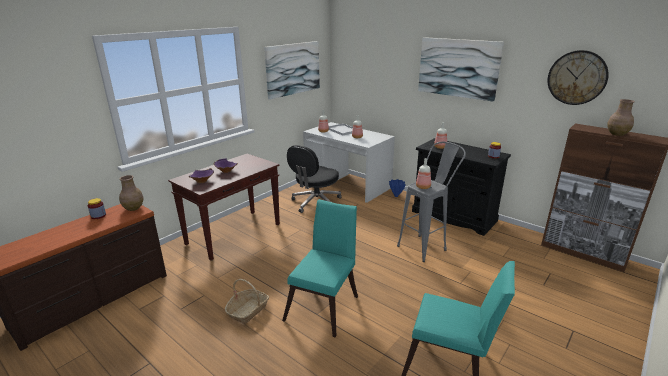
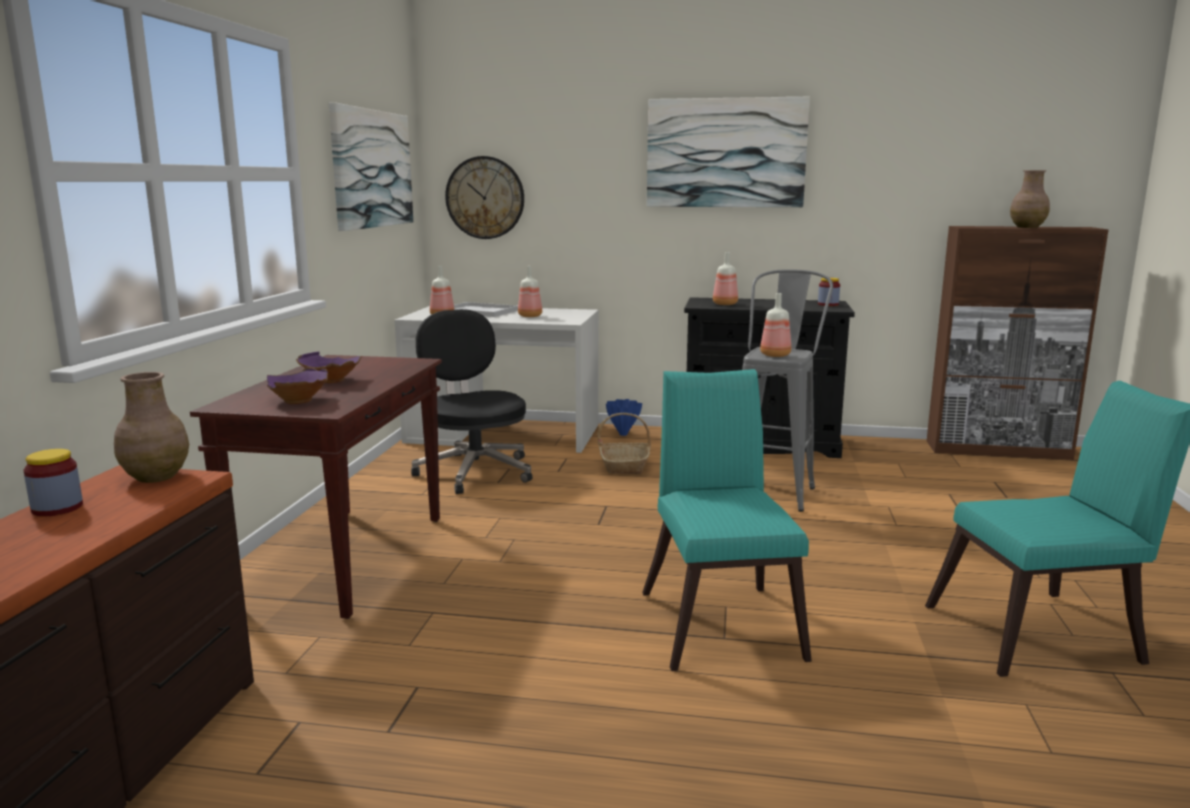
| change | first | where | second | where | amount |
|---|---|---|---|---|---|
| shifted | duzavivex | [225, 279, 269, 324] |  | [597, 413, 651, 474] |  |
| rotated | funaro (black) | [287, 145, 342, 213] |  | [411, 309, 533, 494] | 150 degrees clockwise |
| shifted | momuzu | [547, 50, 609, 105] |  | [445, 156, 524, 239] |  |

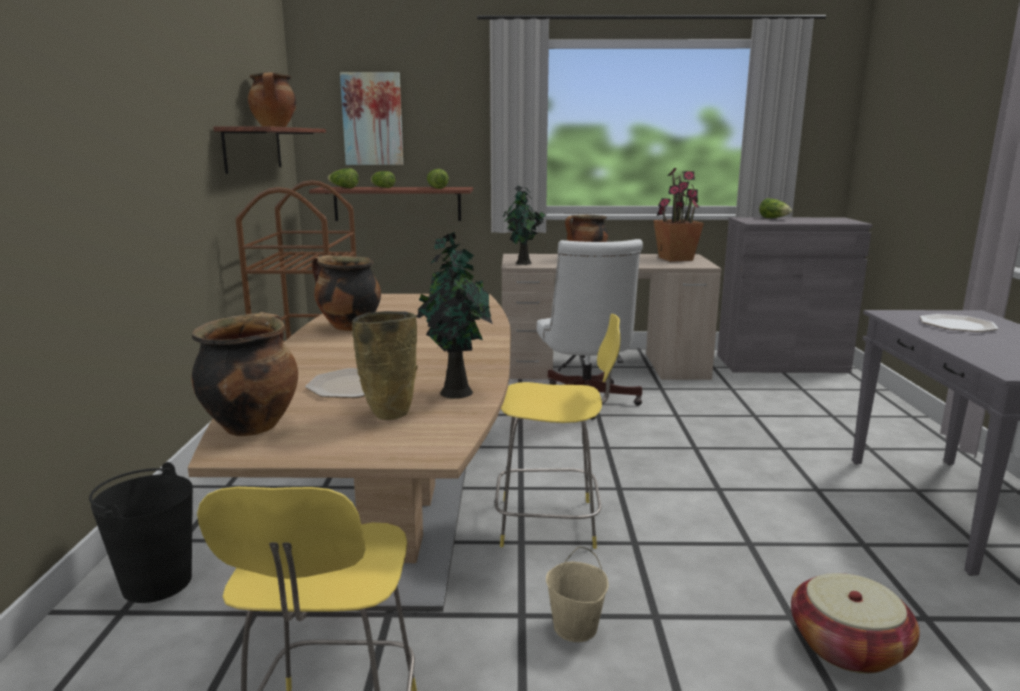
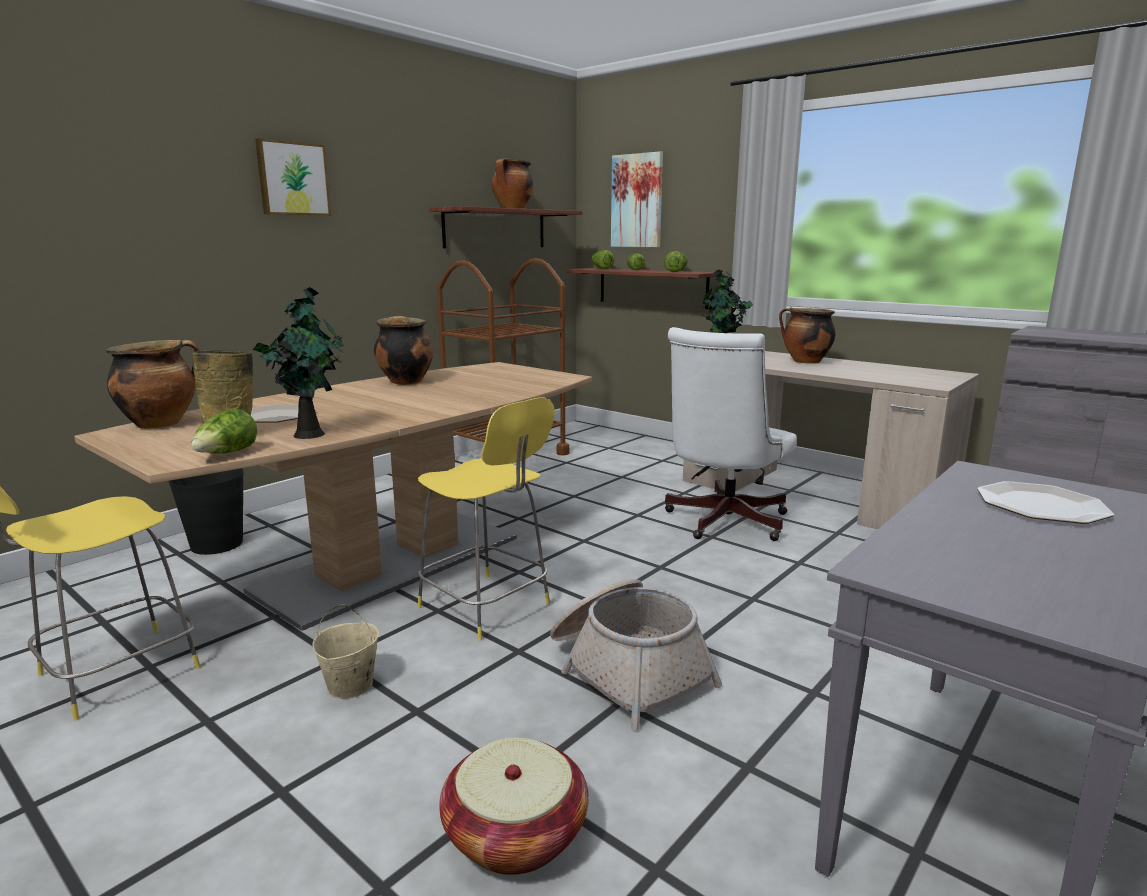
| change | first | where | second | where | amount |
|---|---|---|---|---|---|
| gone | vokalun | [654, 168, 704, 262] |  |  |  |
| shifted | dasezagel | [759, 198, 792, 218] |  | [191, 409, 257, 454] |  |
| new |  |  | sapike | [255, 138, 331, 216] |  |
| new |  |  | duzavivex | [550, 579, 722, 730] |  |

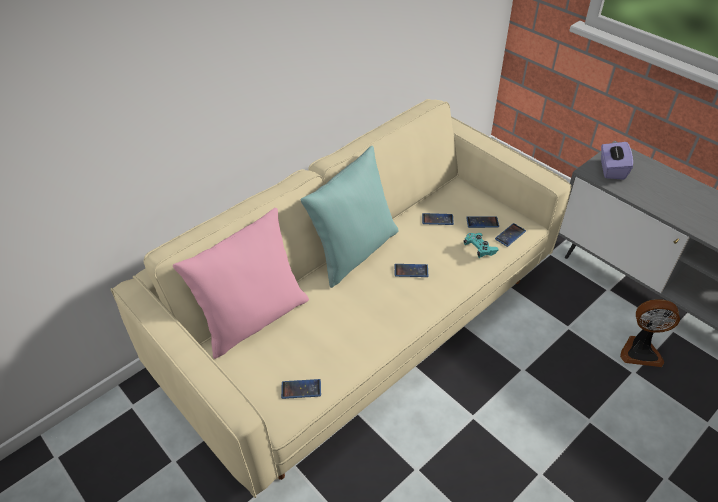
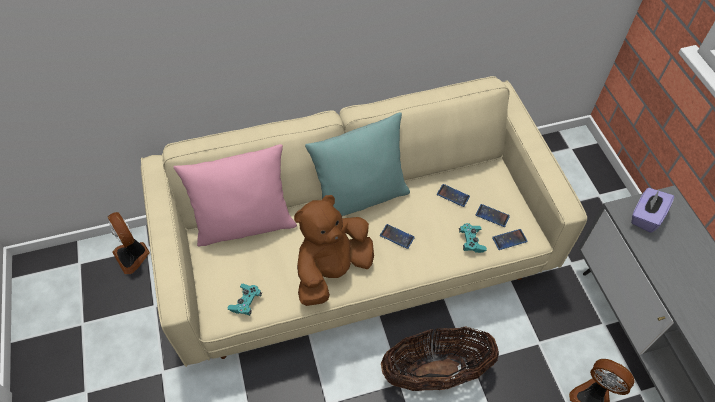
| change | first | where | second | where | amount |
|---|---|---|---|---|---|
| swapped | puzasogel | [281, 379, 321, 399] | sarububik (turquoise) | [228, 284, 262, 316] |  |
| new |  |  | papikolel | [107, 212, 150, 274] |  |
| new |  |  | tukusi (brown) | [294, 195, 374, 306] |  |
| new |  |  | duzavivex | [381, 326, 499, 391] |  |

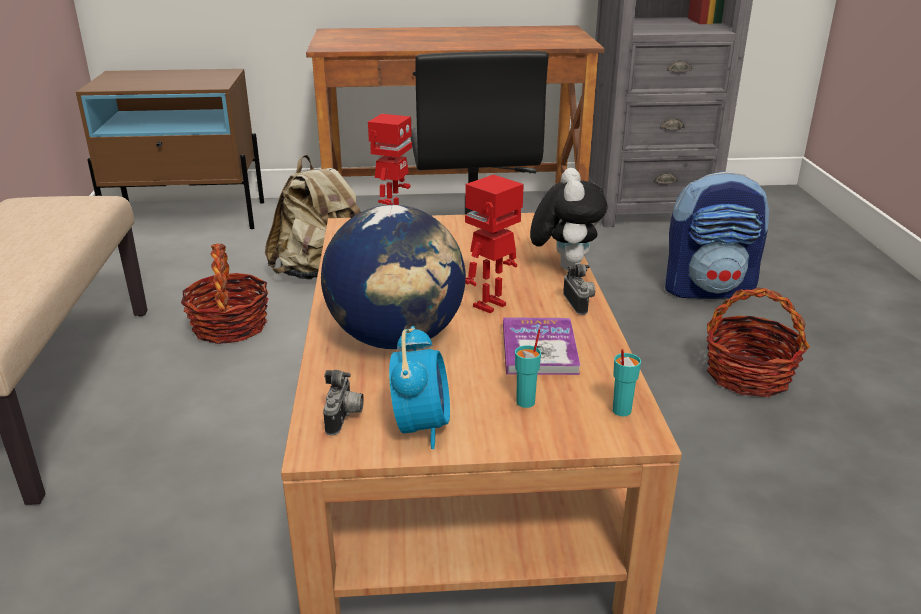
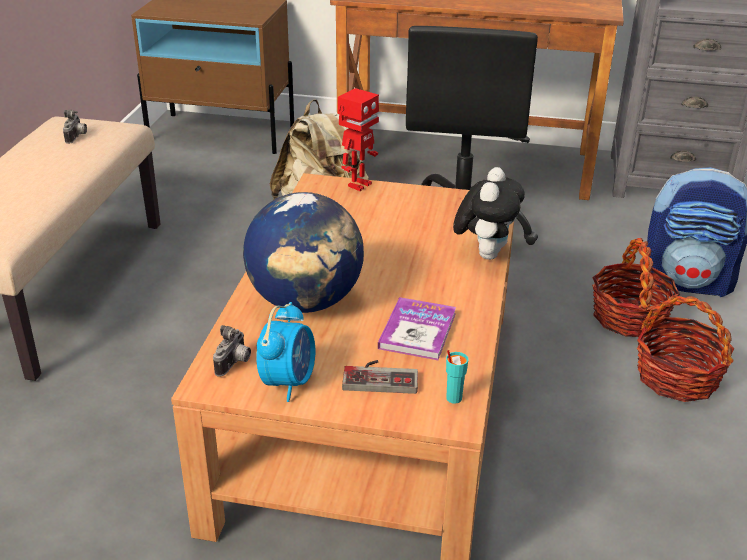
| change | first | where | second | where | amount |
|---|---|---|---|---|---|
| shifted | duzavivex | [181, 243, 269, 344] |  | [592, 238, 680, 337] |  |
| gone | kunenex | [465, 175, 524, 313] |  |  |  |
| swapped | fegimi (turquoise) | [515, 329, 541, 408] | sarububik | [342, 360, 418, 394] |  |
| shifted | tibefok | [563, 264, 595, 315] |  | [63, 110, 87, 144] |  |

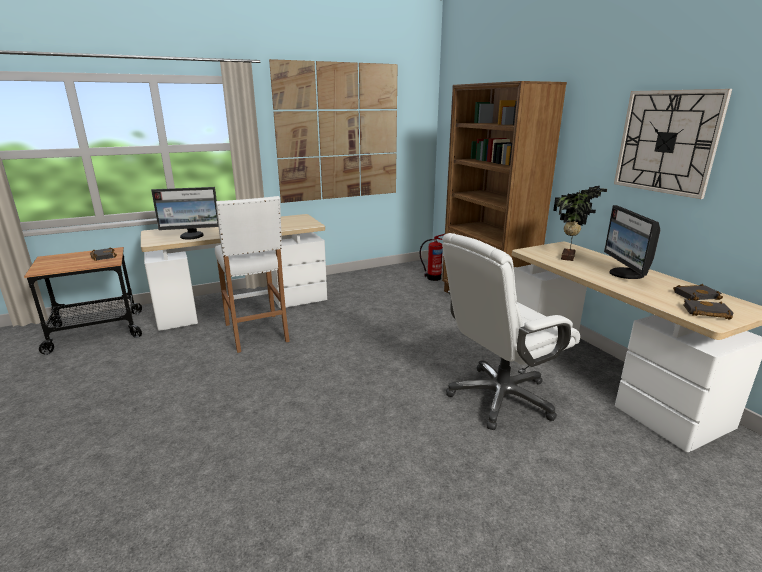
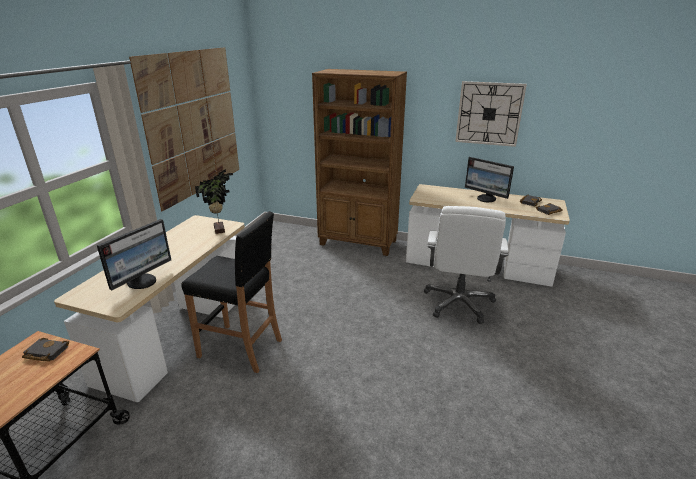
| change | first | where | second | where | amount |
|---|---|---|---|---|---|
| repainted | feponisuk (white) | [215, 196, 290, 353] | feponisuk (black) | [182, 211, 282, 373] |  |
| gone | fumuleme | [420, 234, 445, 281] |  |  |  |
| shifted | vokalun | [553, 186, 607, 261] |  | [195, 169, 233, 234] |  |

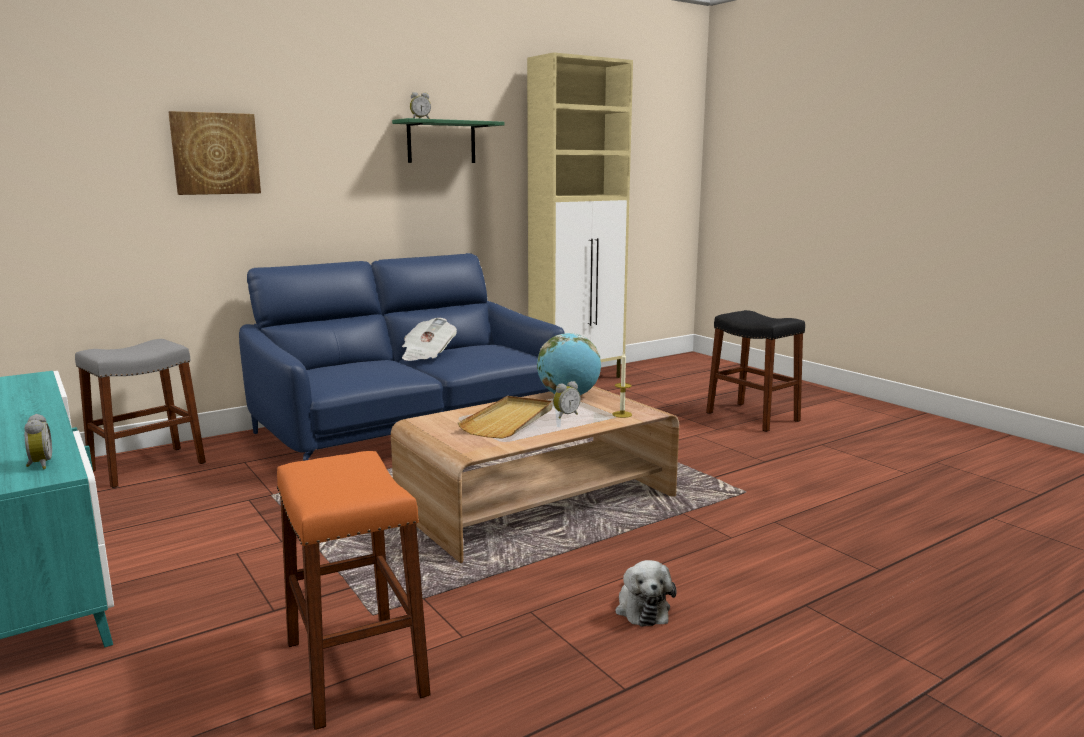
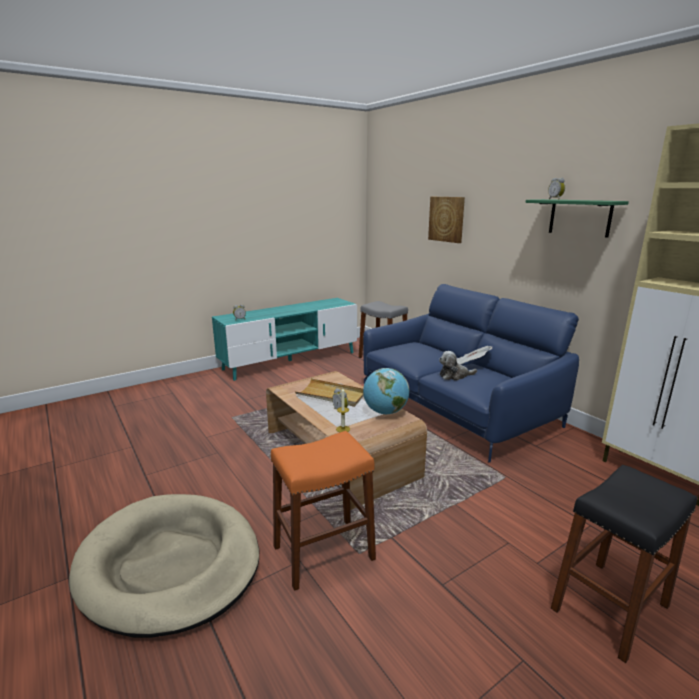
| change | first | where | second | where | amount |
|---|---|---|---|---|---|
| shifted | feponisuk (orange) | [277, 451, 431, 730] |  | [271, 431, 376, 591] |  |
| shifted | tukusi | [615, 560, 676, 627] |  | [439, 351, 477, 380] |  |
| new |  |  | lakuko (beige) | [69, 494, 259, 638] |  |

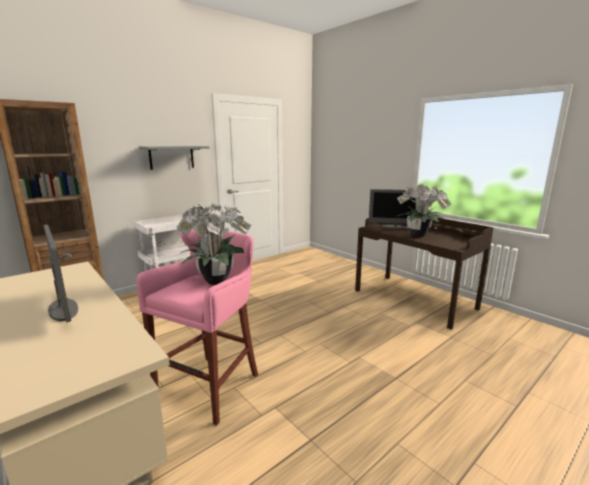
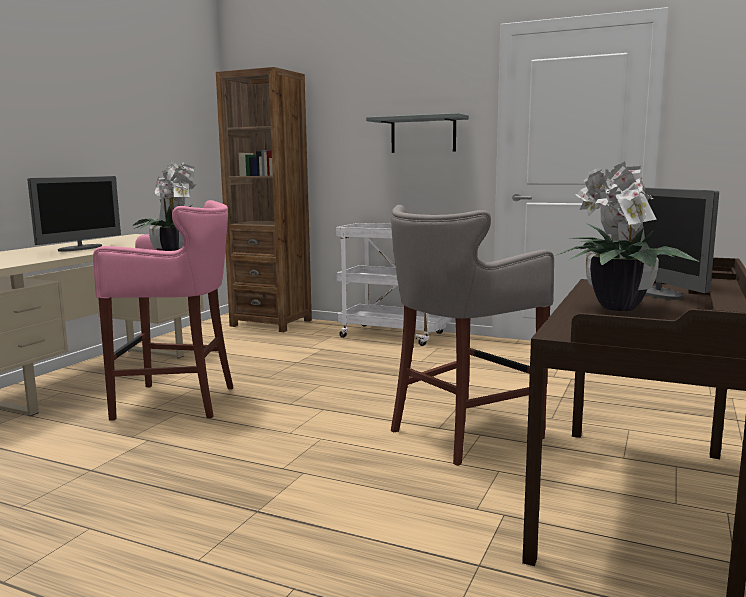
| change | first | where | second | where | amount |
|---|---|---|---|---|---|
| new |  |  | feponisuk (grey) | [391, 205, 554, 466] |  |

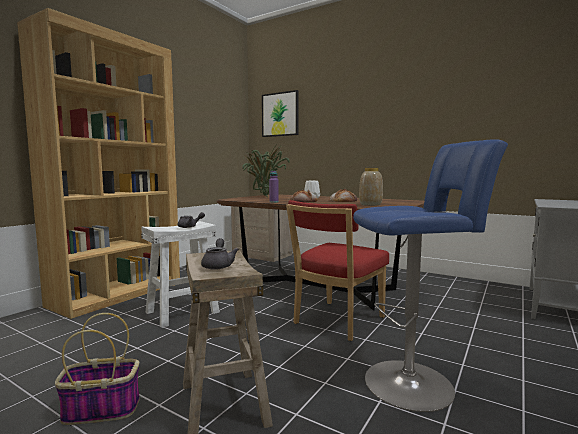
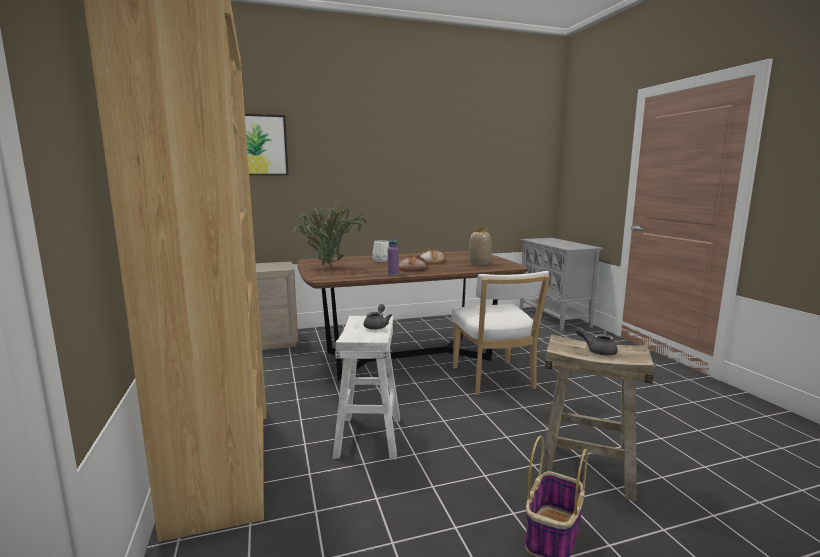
| change | first | where | second | where | amount |
|---|---|---|---|---|---|
| repainted | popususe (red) | [286, 200, 389, 341] | popususe (white) | [452, 271, 550, 395] |  |
| gone | feponisuk (blue) | [353, 139, 508, 412] |  |  |  |

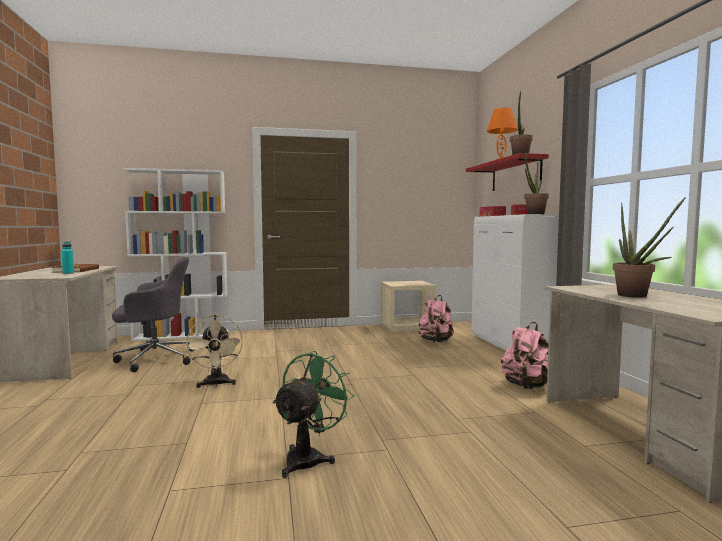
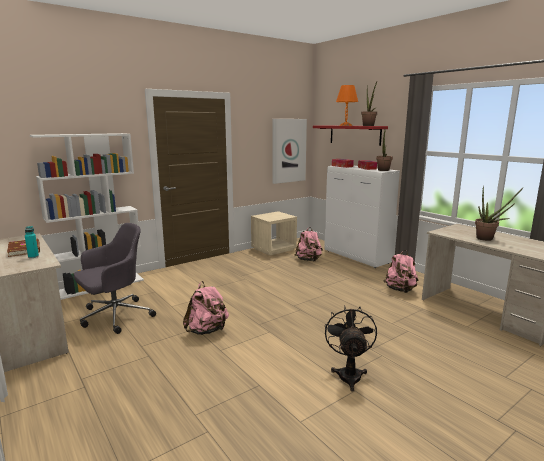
| change | first | where | second | where | amount |
|---|---|---|---|---|---|
| swapped | papikolel (beige) | [186, 315, 243, 388] | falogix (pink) | [183, 281, 229, 335] |  |
| repainted | papikolel (green) | [272, 351, 355, 478] | papikolel (black) | [325, 305, 377, 391] |  |
| new |  |  | sapike | [272, 119, 307, 184] |  |

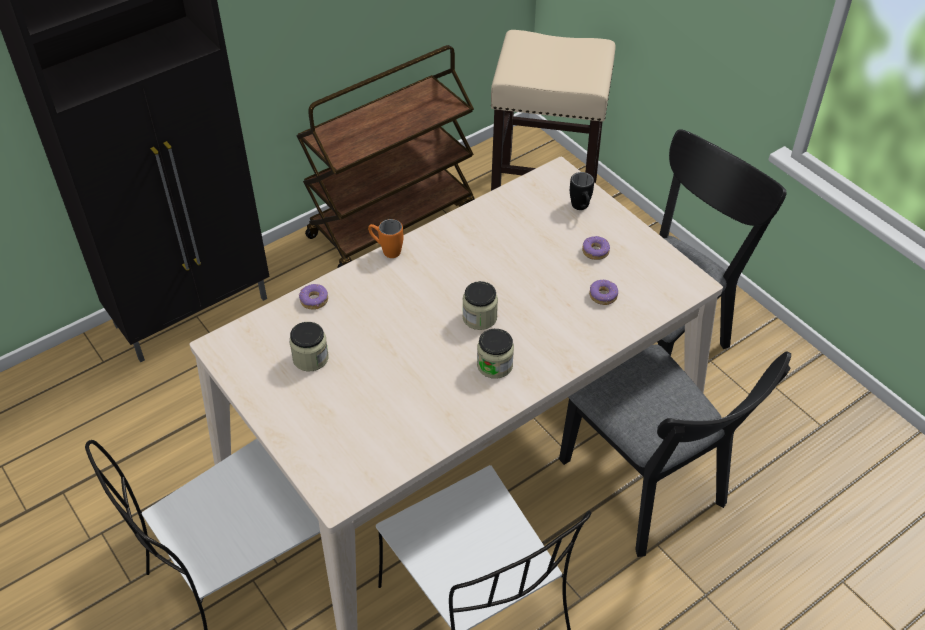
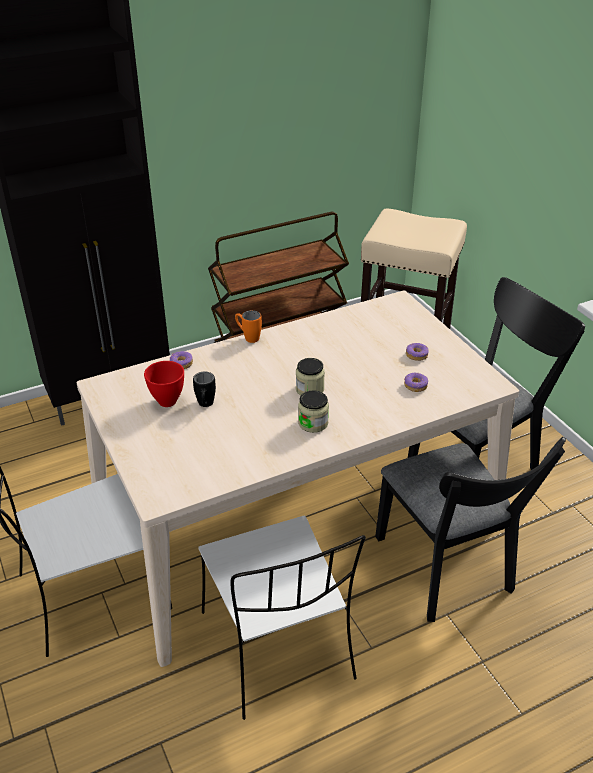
| change | first | where | second | where | amount |
|---|---|---|---|---|---|
| swapped | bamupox | [290, 322, 329, 372] | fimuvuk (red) | [144, 361, 184, 407] |  |
| shifted | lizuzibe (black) | [570, 172, 594, 210] |  | [193, 372, 216, 407] |  |

